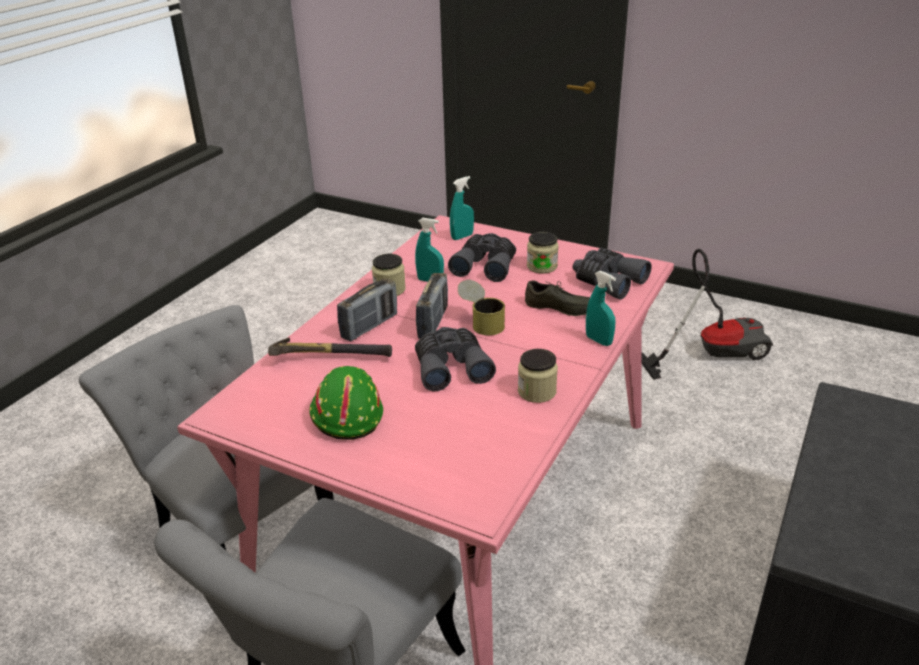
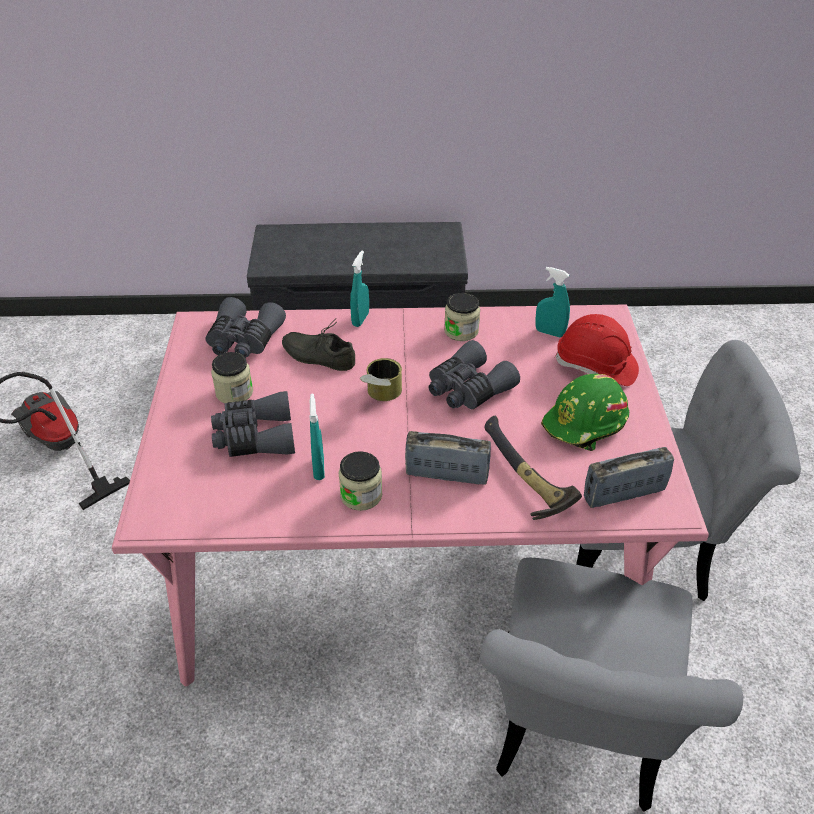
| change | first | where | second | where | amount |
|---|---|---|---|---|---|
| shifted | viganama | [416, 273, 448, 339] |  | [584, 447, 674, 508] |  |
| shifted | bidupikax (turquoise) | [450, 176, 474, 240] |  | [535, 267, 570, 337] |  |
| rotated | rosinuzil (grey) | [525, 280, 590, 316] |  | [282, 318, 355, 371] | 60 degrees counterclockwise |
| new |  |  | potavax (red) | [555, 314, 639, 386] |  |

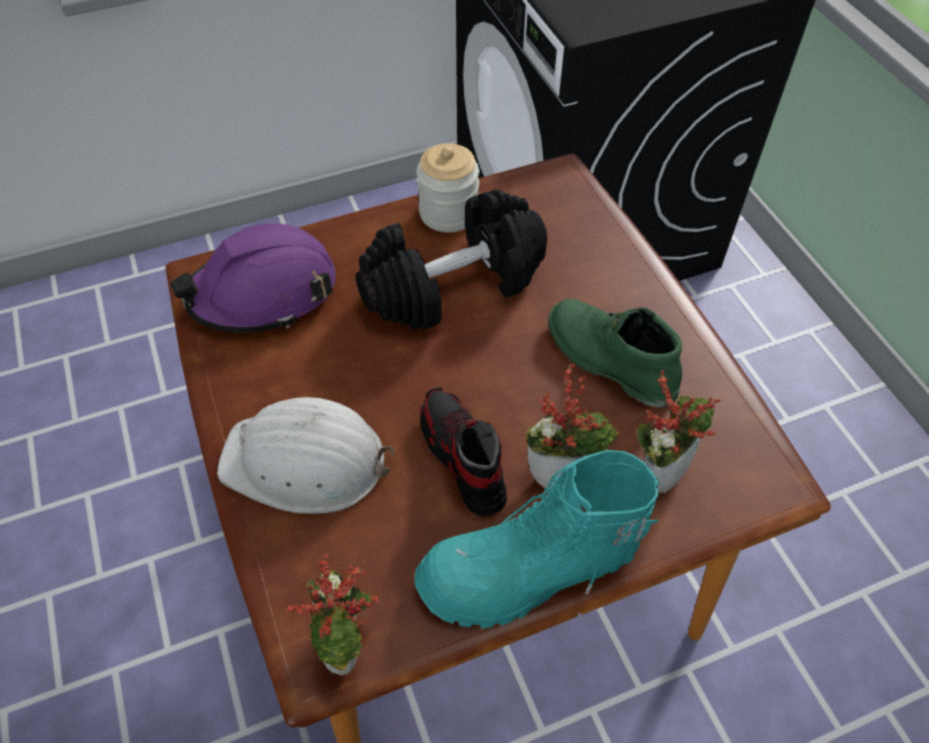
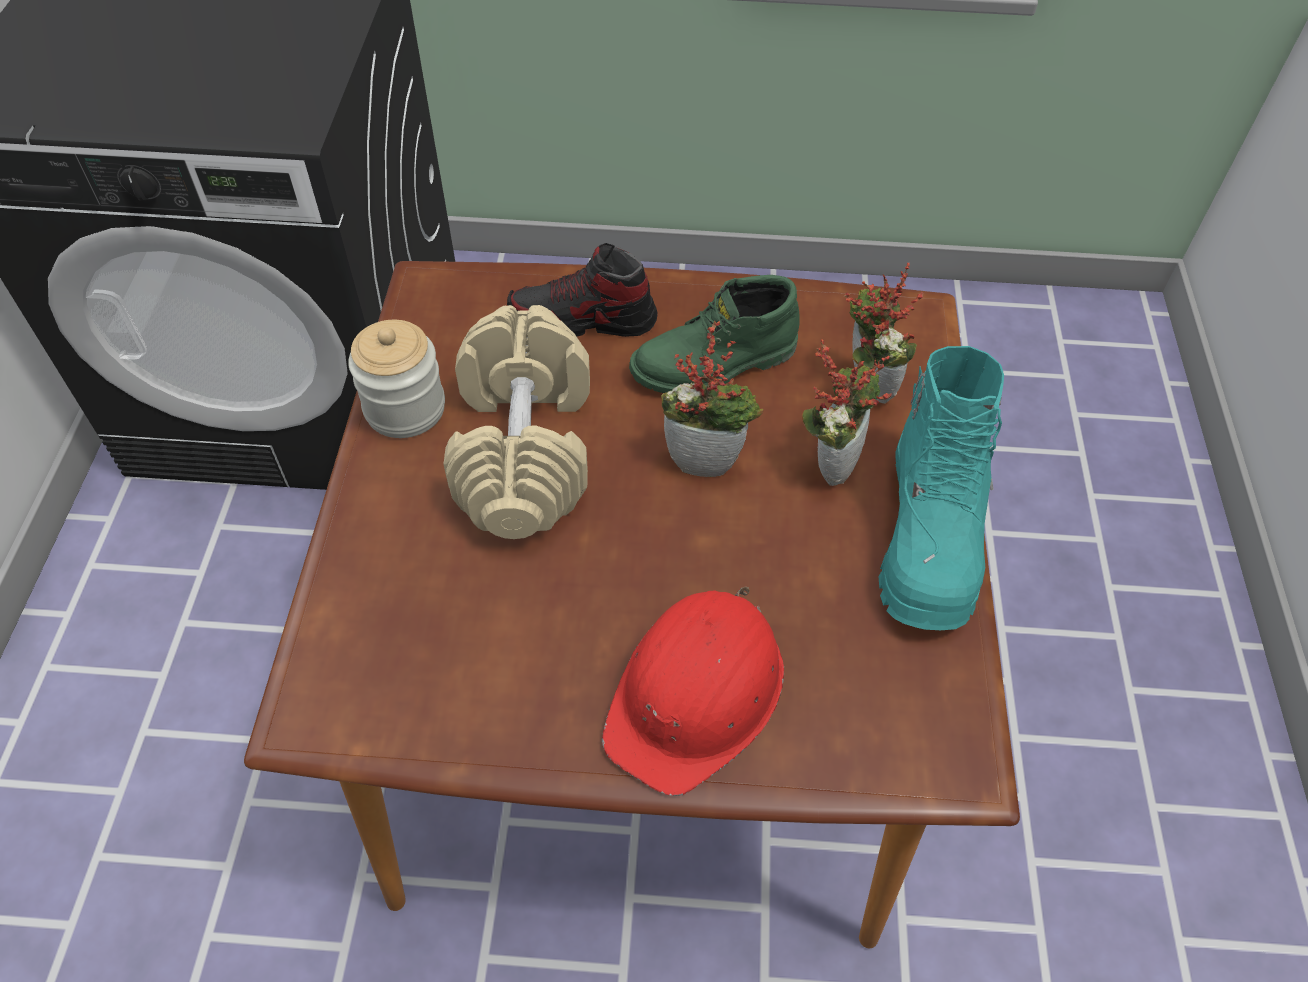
| change | first | where | second | where | amount |
|---|---|---|---|---|---|
| gone | potavax (purple) | [170, 224, 336, 333] |  |  |  |
| repainted | potavax (white) | [217, 397, 395, 514] | potavax (red) | [602, 586, 784, 796] |  |
| shifted | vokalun | [286, 554, 380, 675] |  | [661, 321, 764, 477] |  |
| repainted | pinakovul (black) | [355, 189, 547, 330] | pinakovul (beige) | [443, 305, 590, 539] |  |
| shifted | rosinuzil | [420, 387, 507, 516] |  | [507, 243, 658, 337] |  |

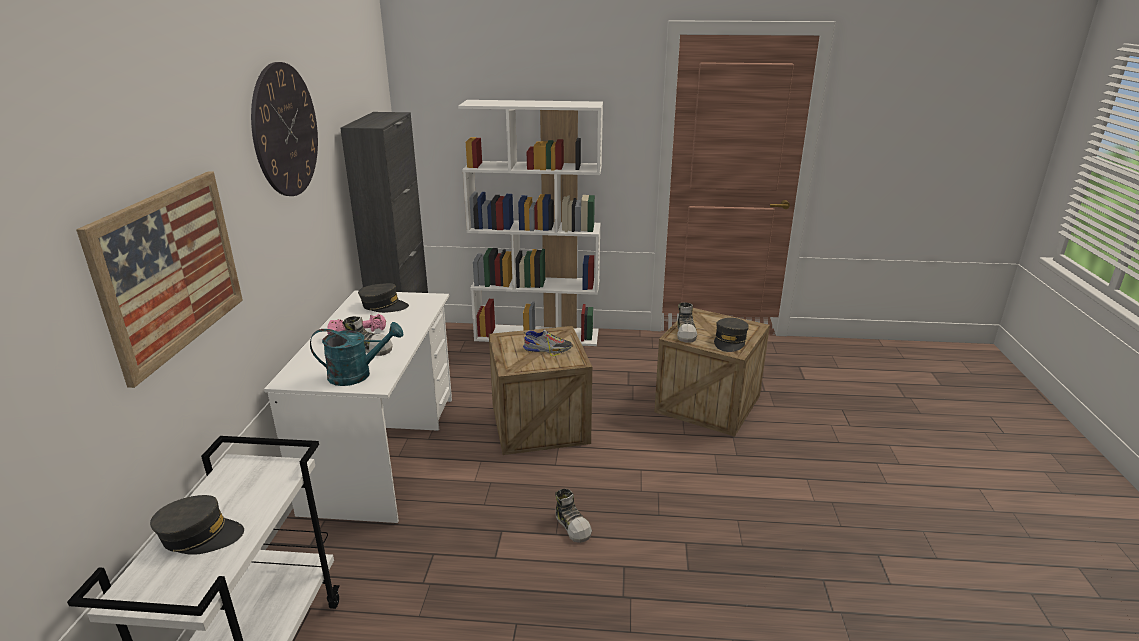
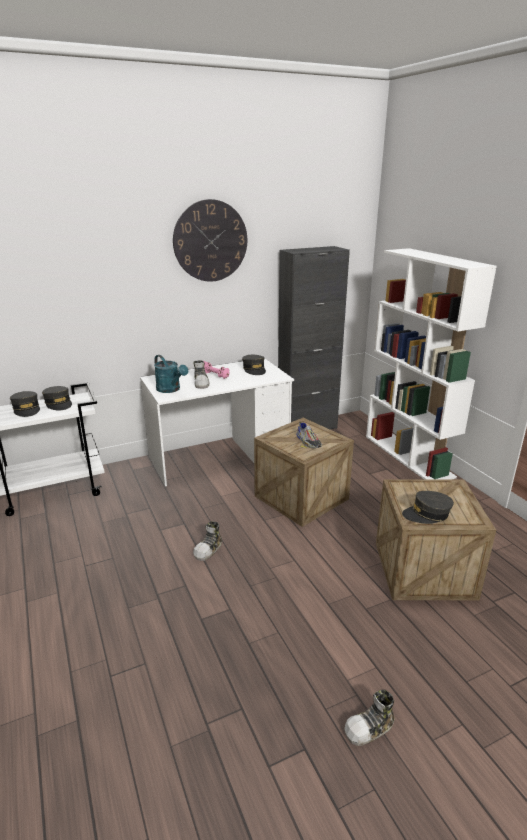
| change | first | where | second | where | amount |
|---|---|---|---|---|---|
| gone | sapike | [76, 172, 243, 388] |  |  |  |
| shifted | rosinuzil | [677, 302, 697, 343] |  | [344, 690, 395, 746] |  |
| new |  |  | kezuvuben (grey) | [42, 386, 72, 411] |  |

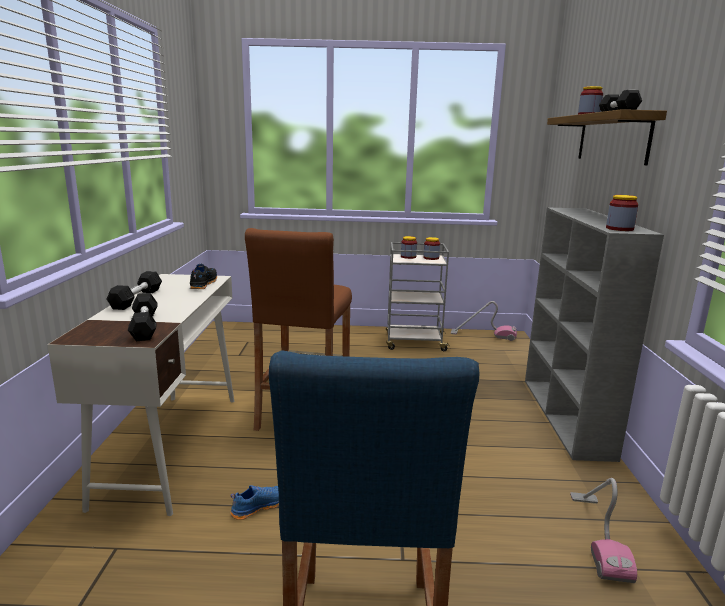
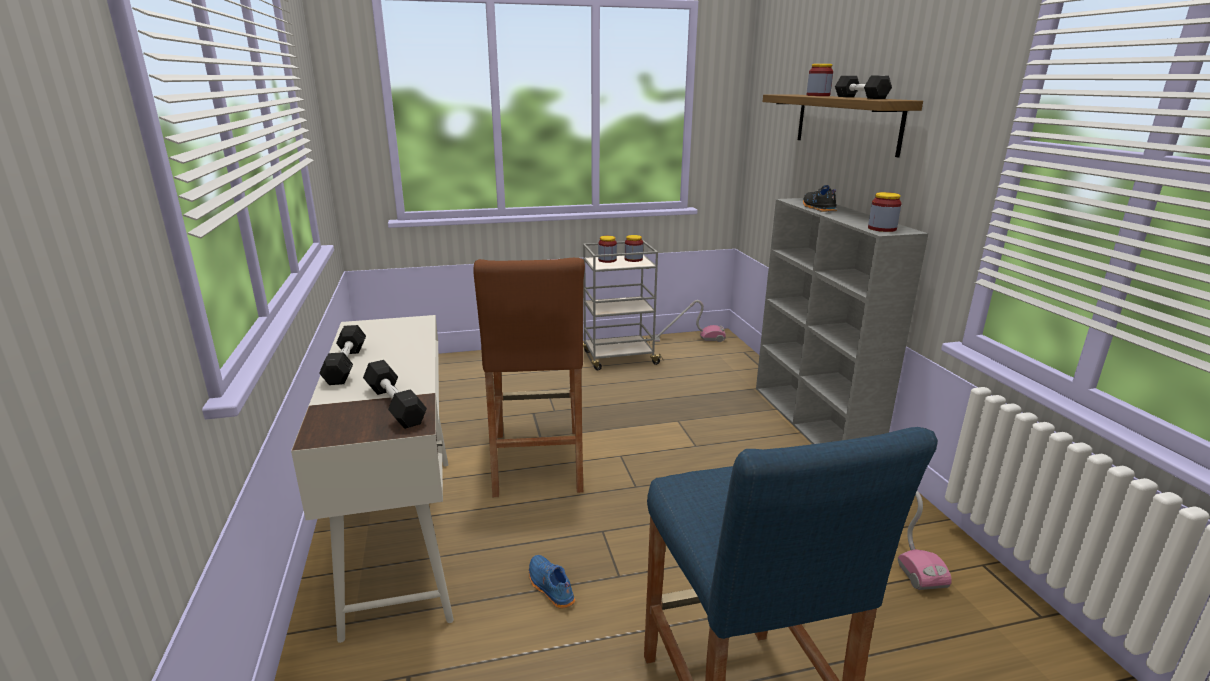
| change | first | where | second | where | amount |
|---|---|---|---|---|---|
| shifted | rosinuzil (black) | [190, 264, 217, 289] |  | [803, 185, 837, 212] |  |
| rotated | rosinuzil (blue) | [230, 485, 279, 520] |  | [529, 555, 575, 609] | 75 degrees counterclockwise |

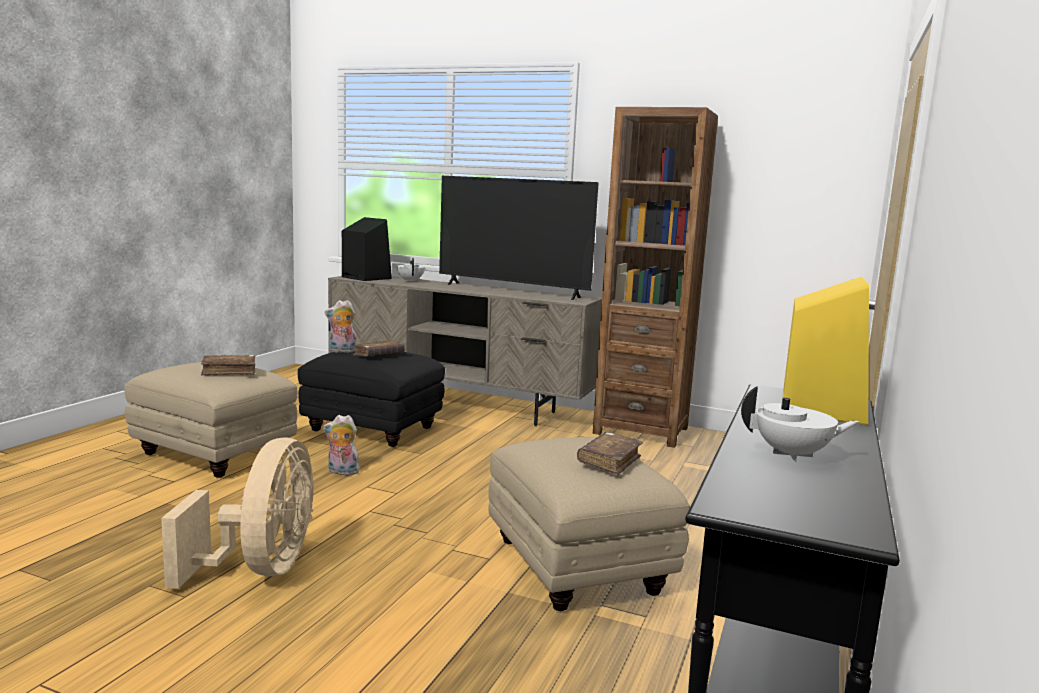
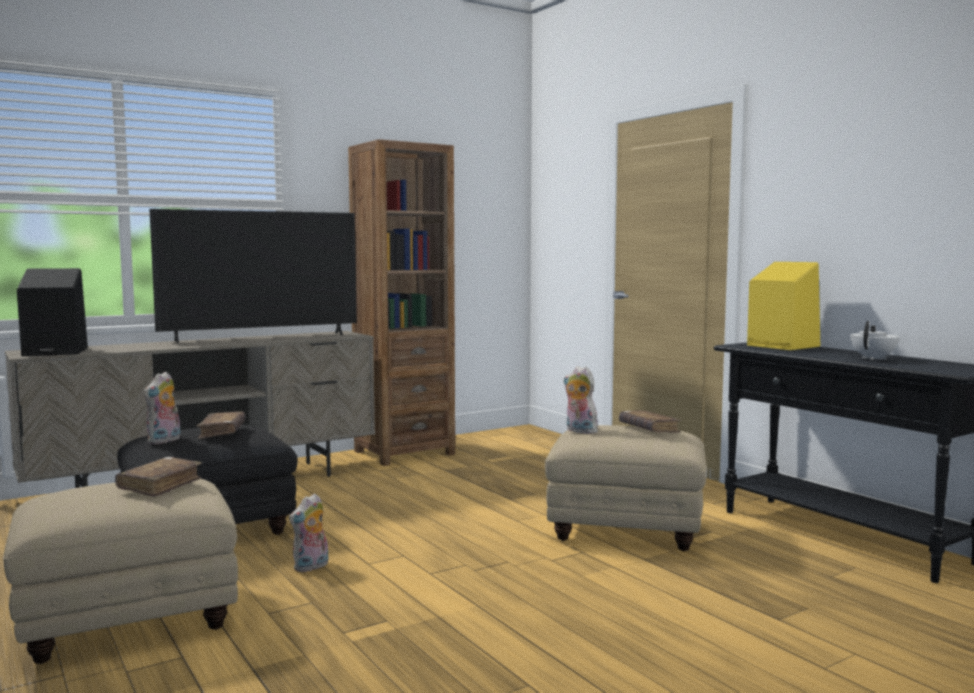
| change | first | where | second | where | amount |
|---|---|---|---|---|---|
| gone | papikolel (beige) | [161, 437, 313, 589] |  |  |  |
| gone | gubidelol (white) | [397, 258, 425, 282] |  |  |  |
| new |  |  | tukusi | [563, 366, 598, 434] |  |

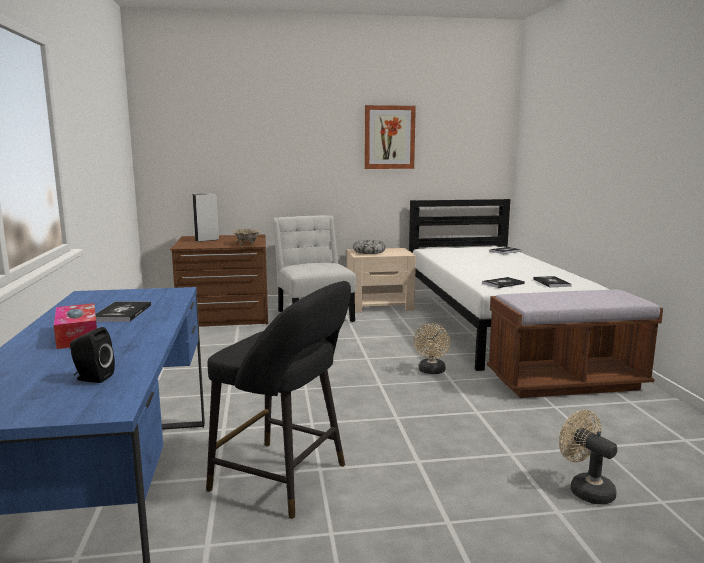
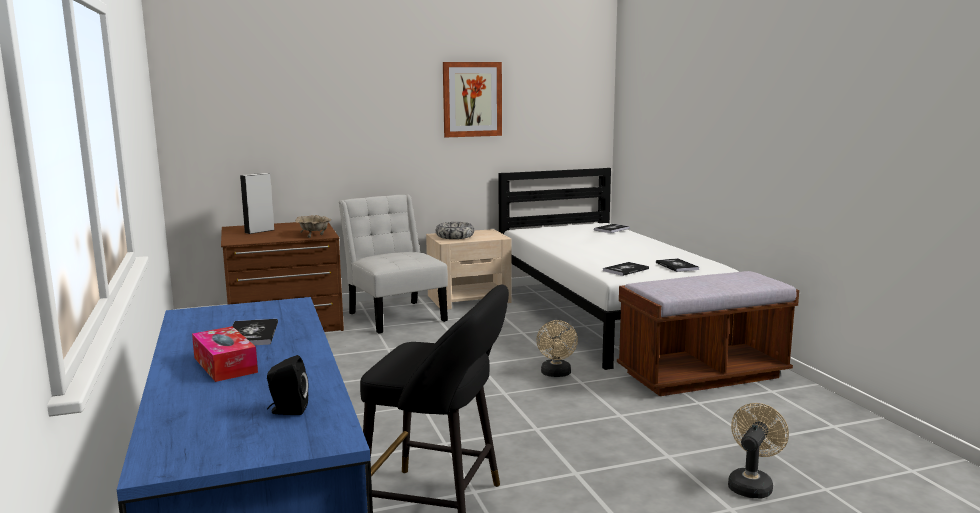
| change | first | where | second | where | amount |
|---|---|---|---|---|---|
| rotated | papikolel (beige) | [559, 410, 617, 504] |  | [728, 403, 789, 499] | 75 degrees clockwise |

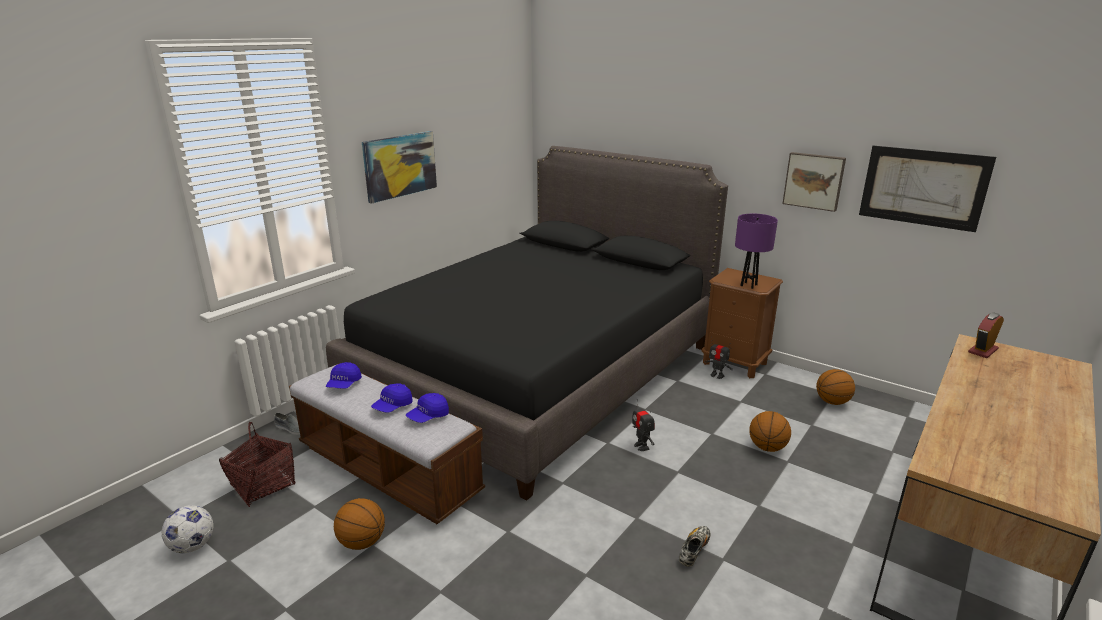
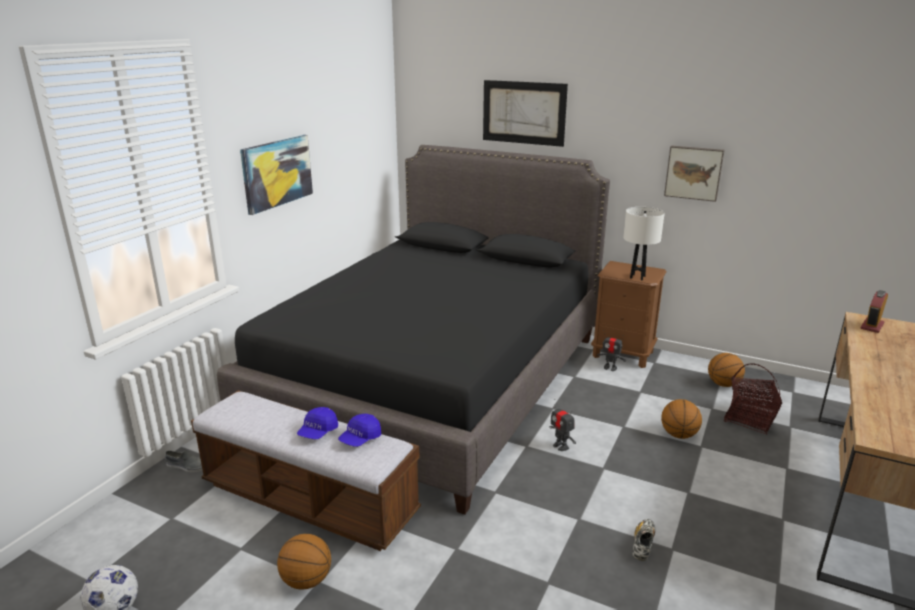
| change | first | where | second | where | amount |
|---|---|---|---|---|---|
| shifted | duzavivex | [219, 422, 296, 507] |  | [724, 363, 782, 435] |  |
| gone | kezuvuben (blue) | [326, 362, 362, 389] |  |  |  |
| repainted | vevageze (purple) | [735, 213, 778, 289] | vevageze (white) | [623, 207, 665, 280] |  |
| shifted | sapike | [859, 146, 996, 232] |  | [483, 80, 568, 147] |  |

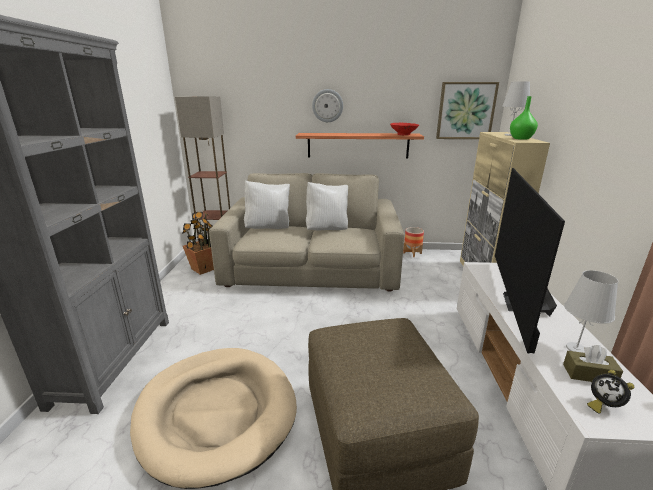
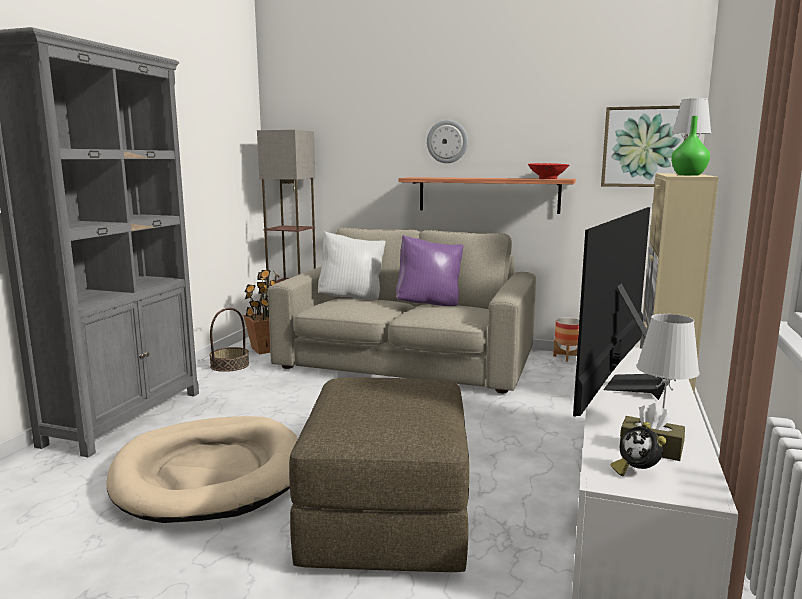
| change | first | where | second | where | amount |
|---|---|---|---|---|---|
| repainted | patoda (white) | [306, 182, 348, 230] | patoda (purple) | [396, 235, 463, 306] |  |
| new |  |  | duzavivex | [209, 308, 249, 372] |  |

